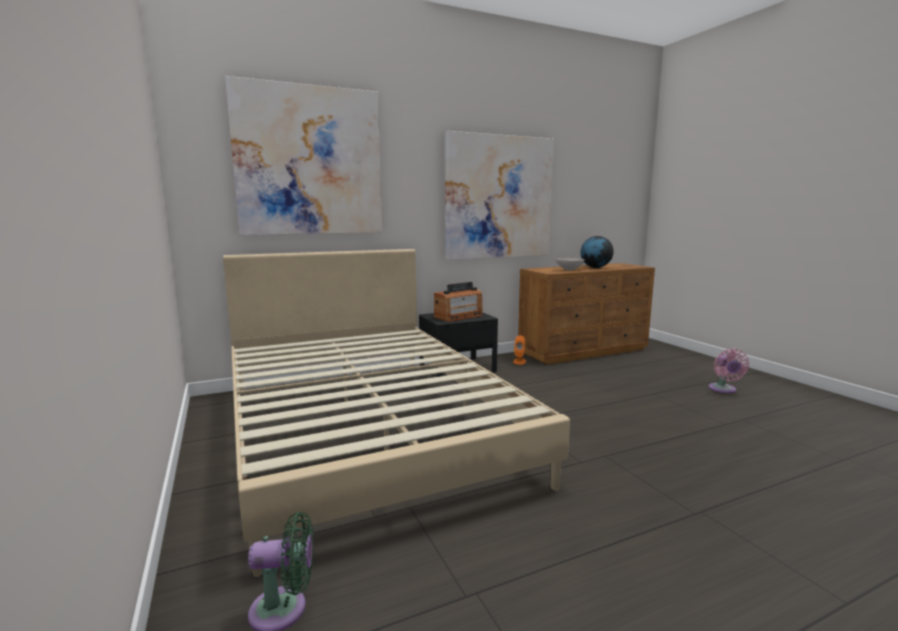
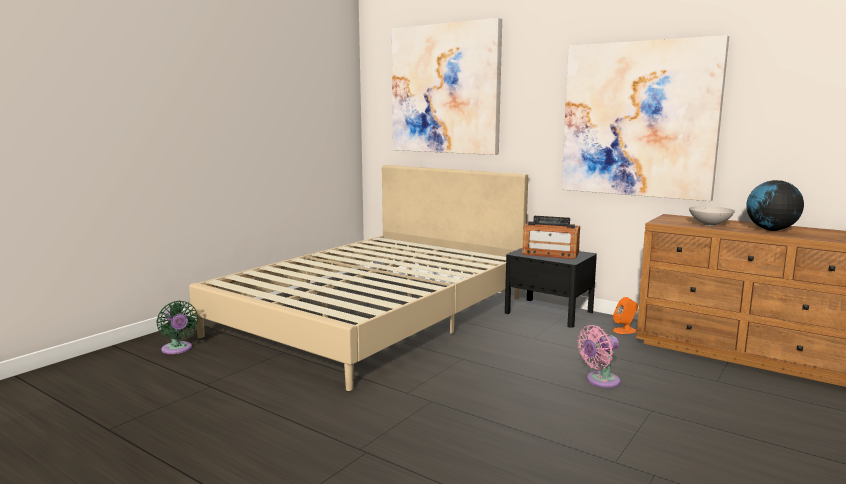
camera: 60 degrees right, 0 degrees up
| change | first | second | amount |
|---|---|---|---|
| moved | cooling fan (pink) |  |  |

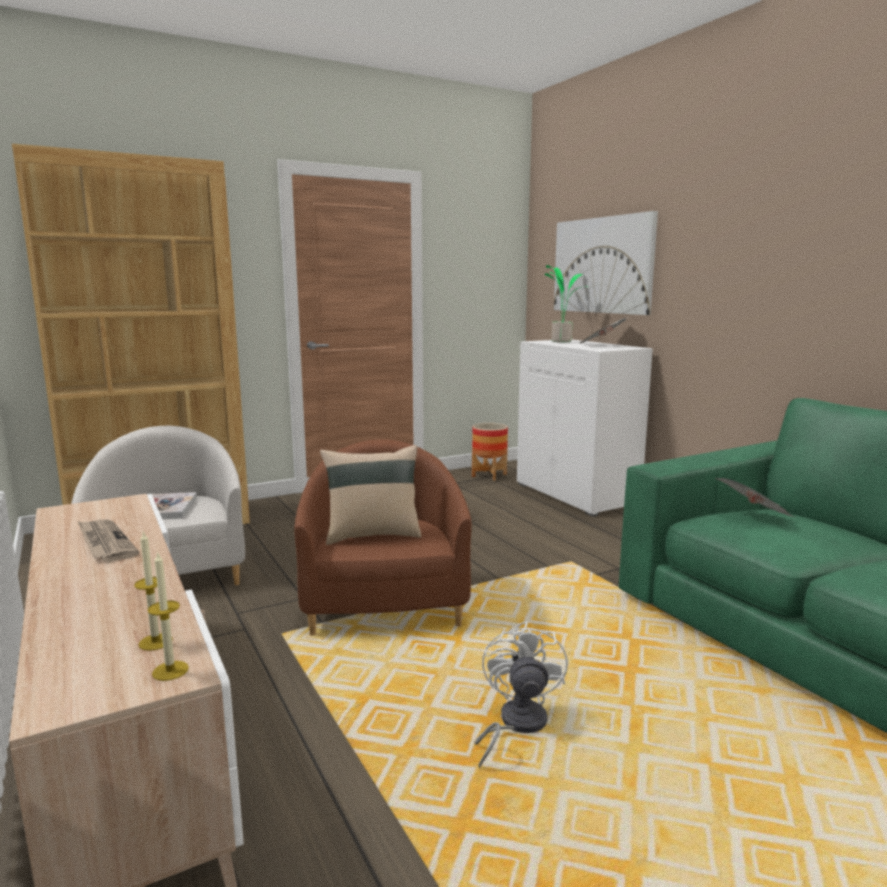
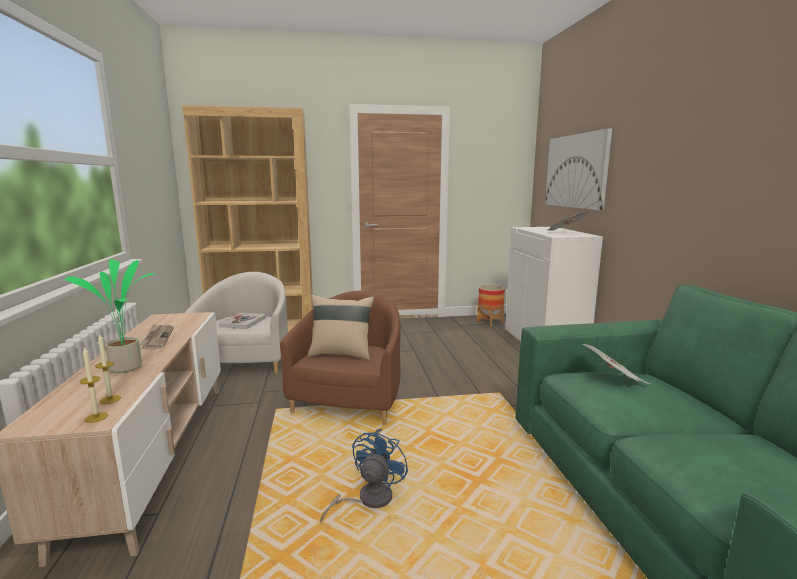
camera: 20 degrees right, 0 degrees up
| change | first | second | amount |
|---|---|---|---|
| recoloured | cooling fan (white) | cooling fan (blue) |  |
| moved | houseplant |  |  |

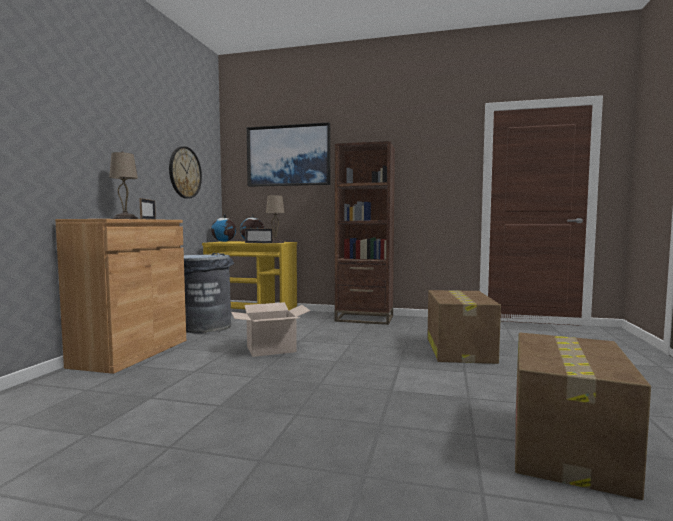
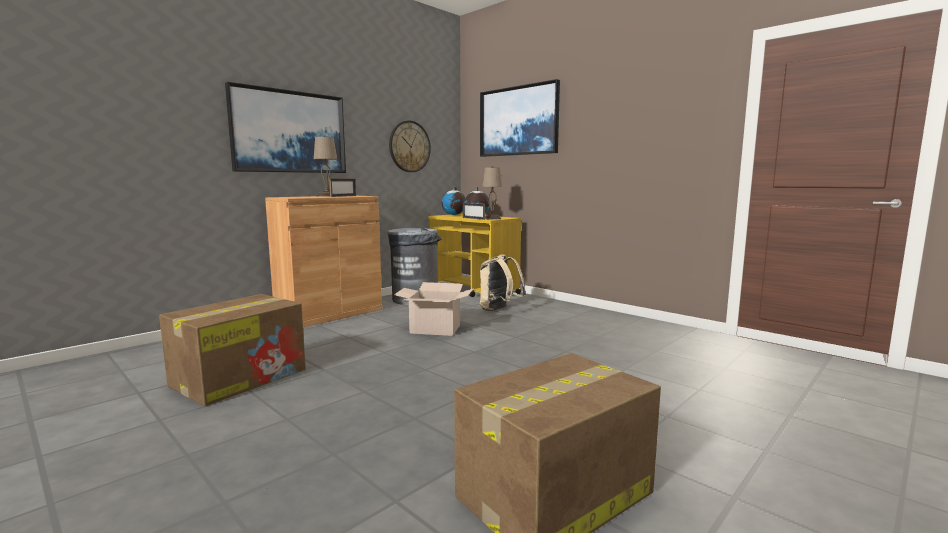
camera: 30 degrees right, 5 degrees up
| change | first | second | amount |
|---|---|---|---|
| removed | shelving unit (brown) |  |  |
| moved | cardboard box (2nd from left in the first image) | cardboard box (1st from left) |  |
| added |  | wall art (1st from left) |  |
| added |  | rucksack (beige-coloured) |  |

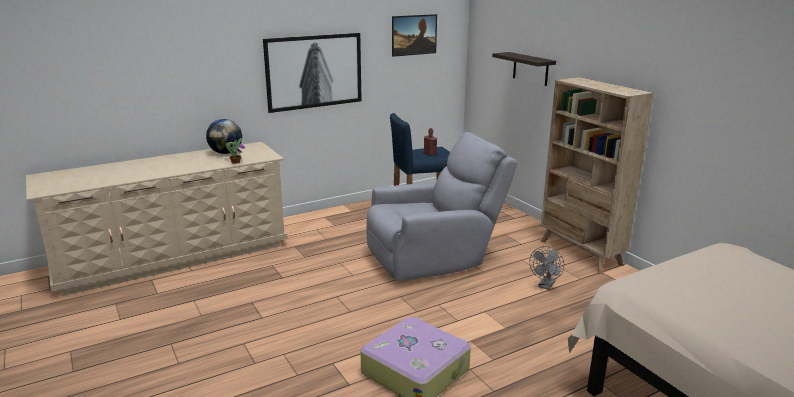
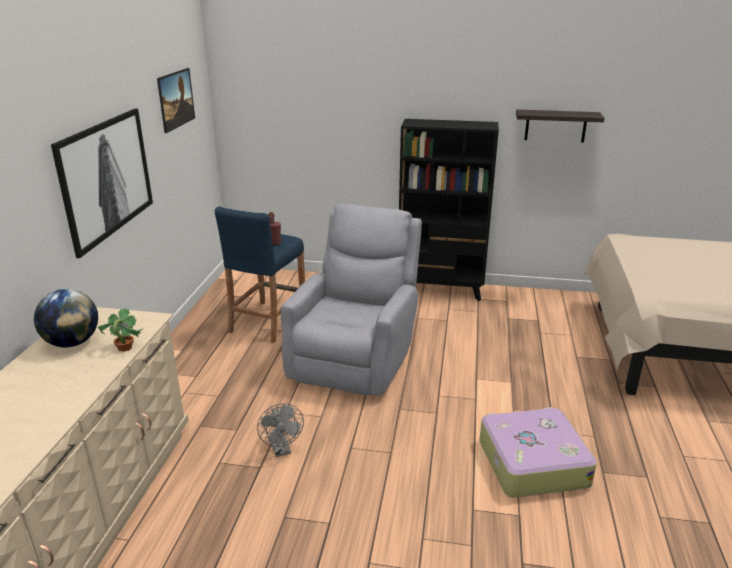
camera: 50 degrees left, 5 degrees up
| change | first | second | amount |
|---|---|---|---|
| moved | shelf |  |  |
| moved | cooling fan (gray) |  |  |
| recoloured | shelving unit (beige-coloured) | shelving unit (black) |  |

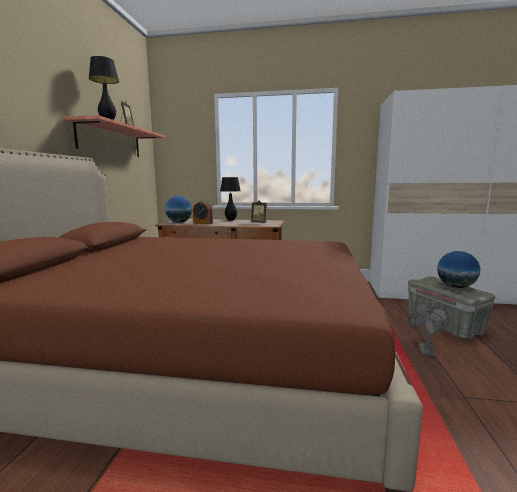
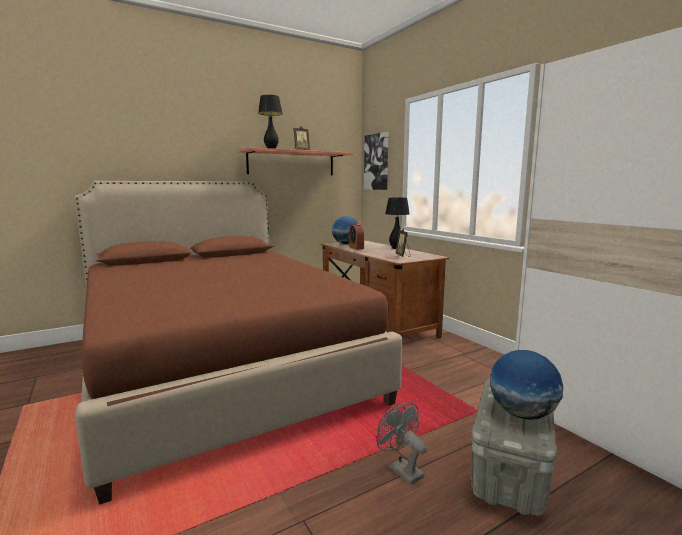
camera: 50 degrees right, 0 degrees up
| change | first | second | amount |
|---|---|---|---|
| turned | cooling fan (gray) |  | 105 degrees counterclockwise |
| added |  | wall art |  |

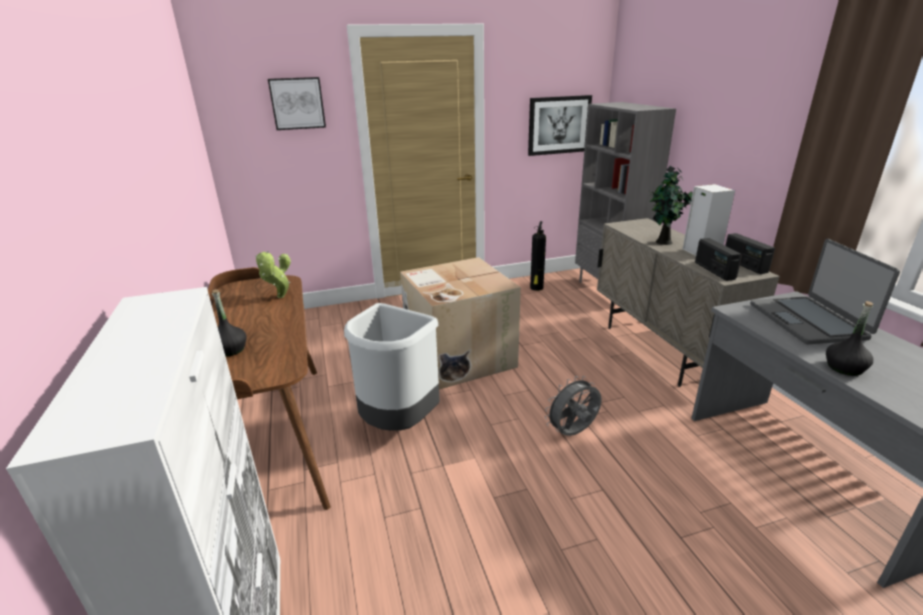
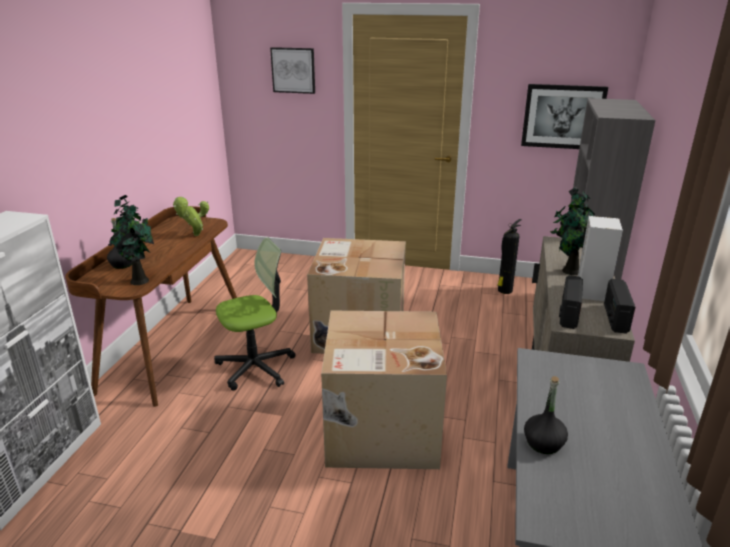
camera: 30 degrees right, 0 degrees up
| change | first | second | amount |
|---|---|---|---|
| replaced | waste bin (gray) | office chair |  |
| replaced | cooling fan (gray) | cardboard box (2nd from left) |  |
| removed | notebook computer |  |  |
| added |  | houseplant (1st from left) |  |

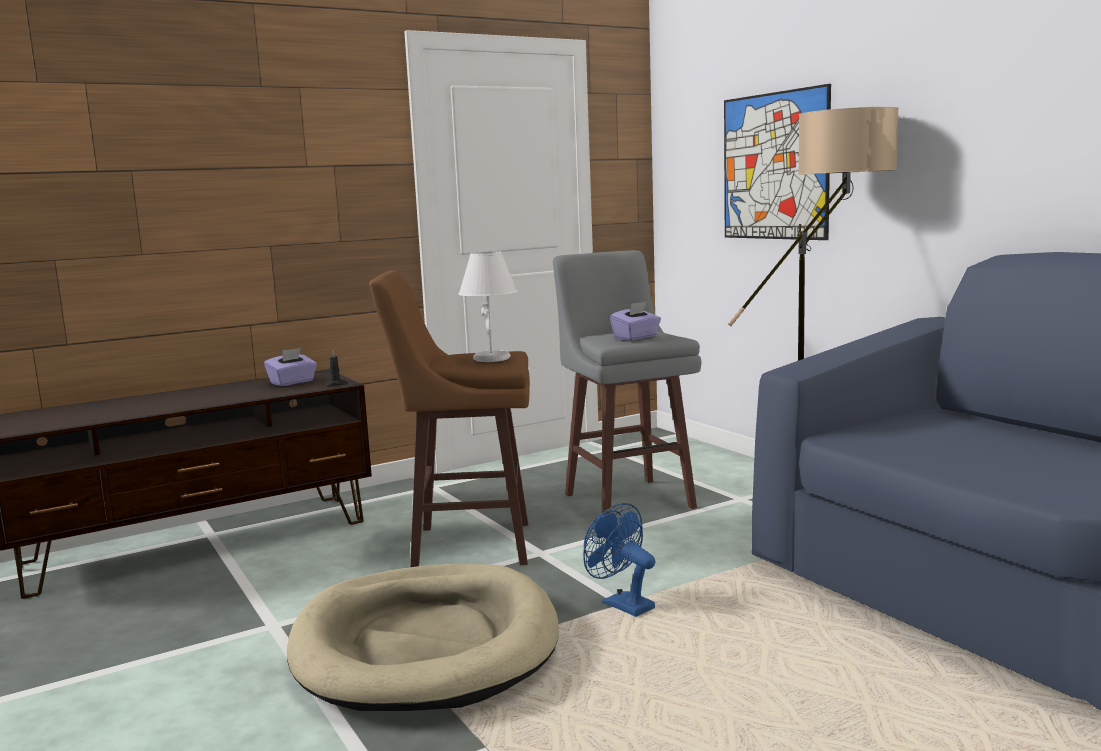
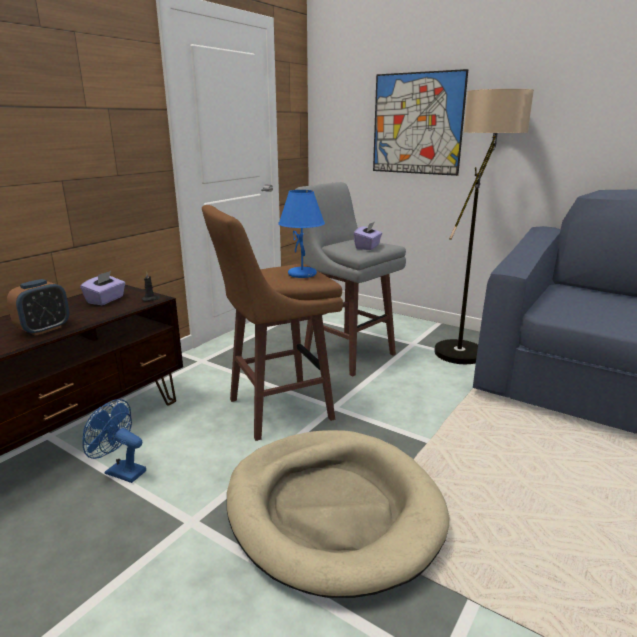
camera: 25 degrees left, 10 degrees up
| change | first | second | amount |
|---|---|---|---|
| recoloured | tabletop lamp (white) | tabletop lamp (blue) |  |
| moved | cooling fan (blue) |  |  |
| added |  | table clock |  |

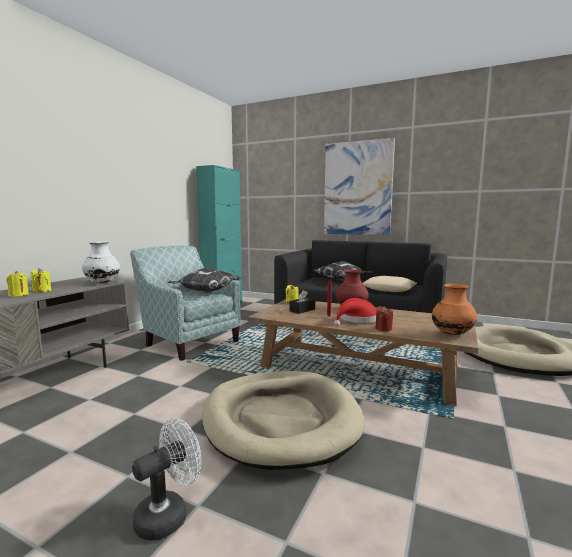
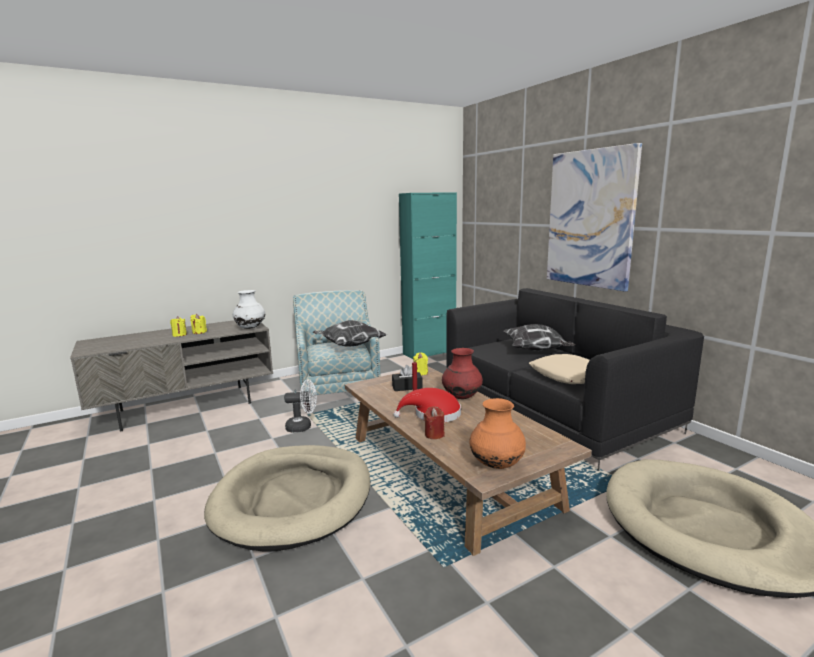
camera: 35 degrees right, 5 degrees up
| change | first | second | amount |
|---|---|---|---|
| moved | cooling fan (white) |  |  |

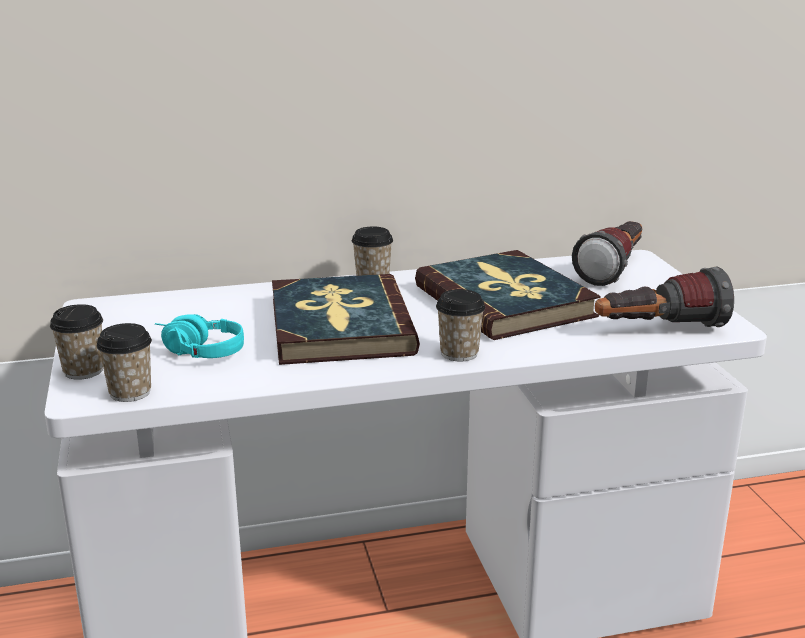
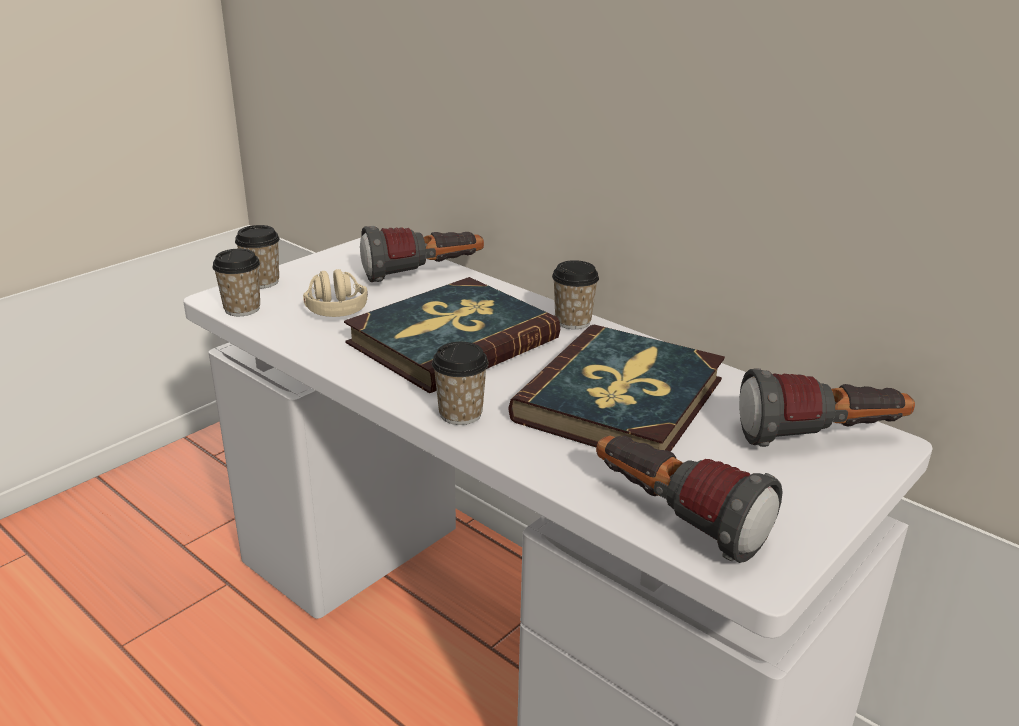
camera: 55 degrees right, 5 degrees up
| change | first | second | amount |
|---|---|---|---|
| recoloured | pair of headphones (blue-green) | pair of headphones (beige-coloured) |  |
| added |  | torch (1st from left) |  |

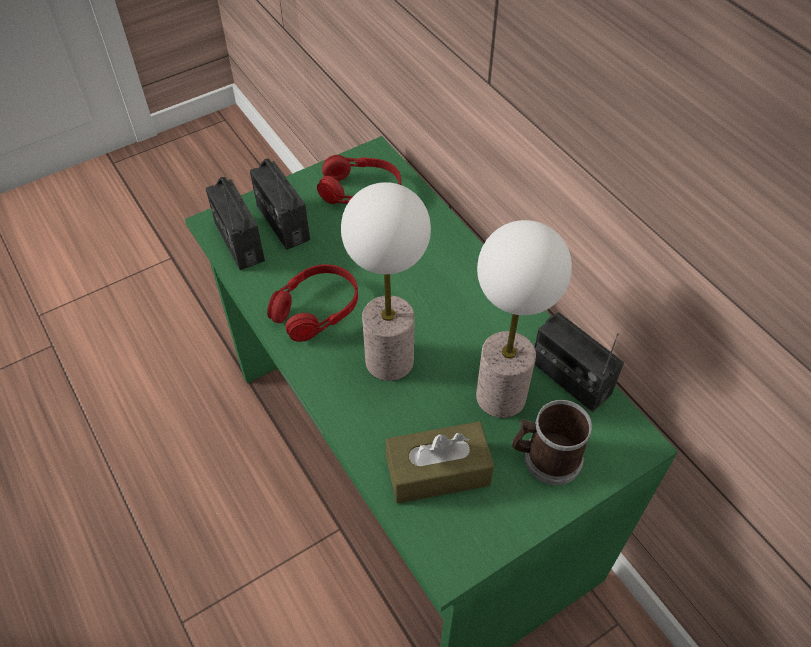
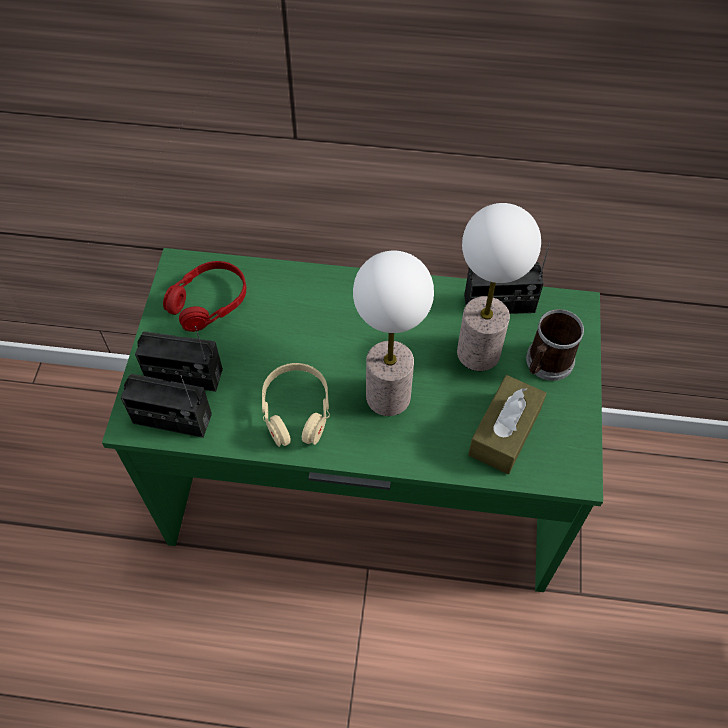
camera: 50 degrees left, 5 degrees up
| change | first | second | amount |
|---|---|---|---|
| recoloured | pair of headphones (reddish) (1st from left) | pair of headphones (beige-coloured) |  |

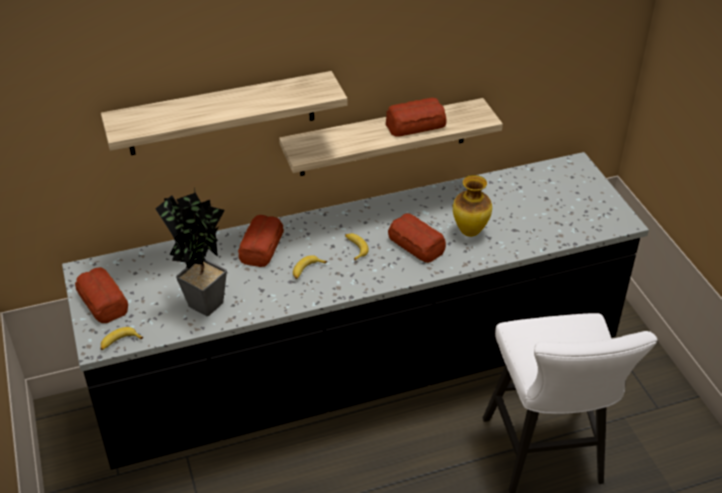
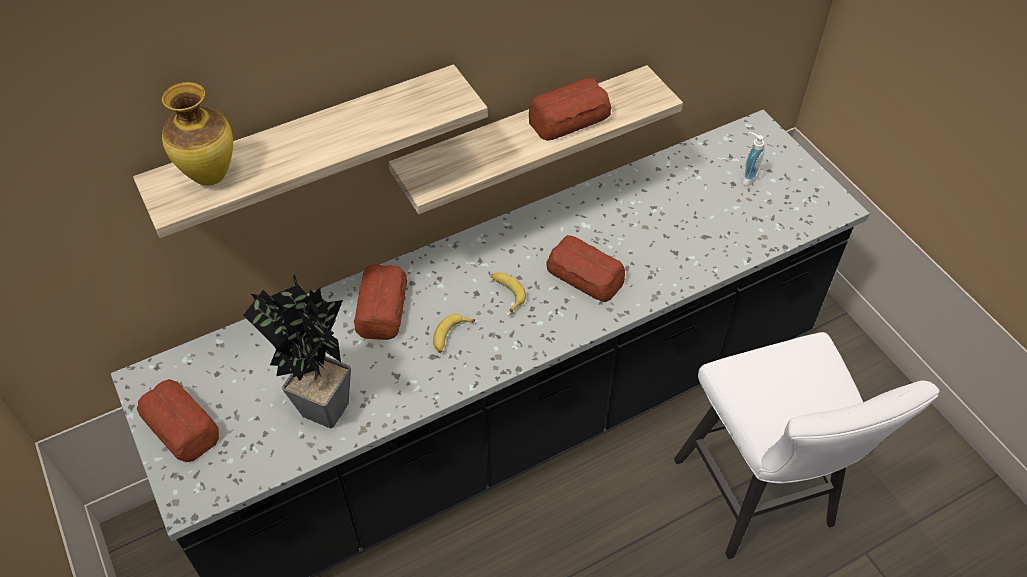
camera: 10 degrees left, 10 degrees up
| change | first | second | amount |
|---|---|---|---|
| removed | banana fruit (1st from left) |  |  |
| moved | decorative vase |  |  |
| added |  | soap bottle |  |

